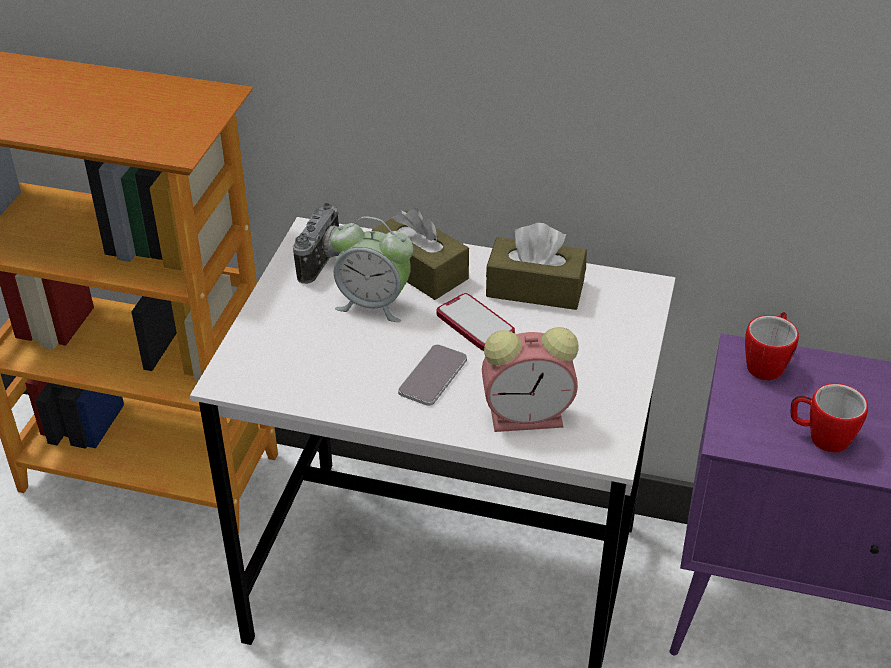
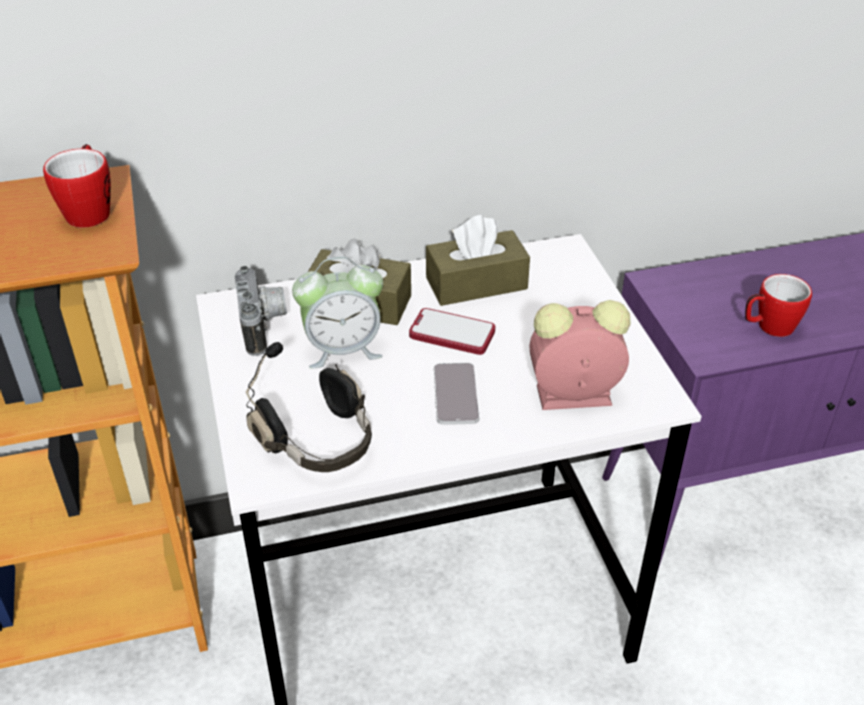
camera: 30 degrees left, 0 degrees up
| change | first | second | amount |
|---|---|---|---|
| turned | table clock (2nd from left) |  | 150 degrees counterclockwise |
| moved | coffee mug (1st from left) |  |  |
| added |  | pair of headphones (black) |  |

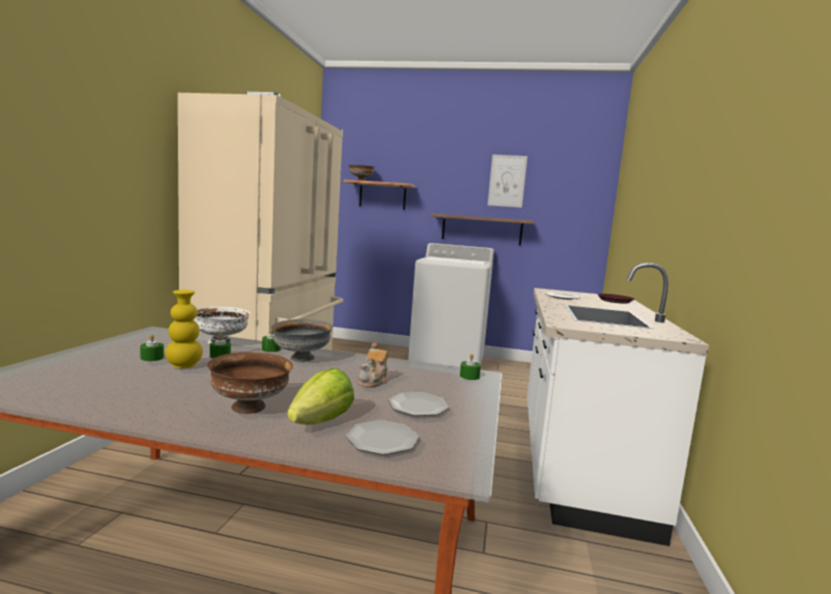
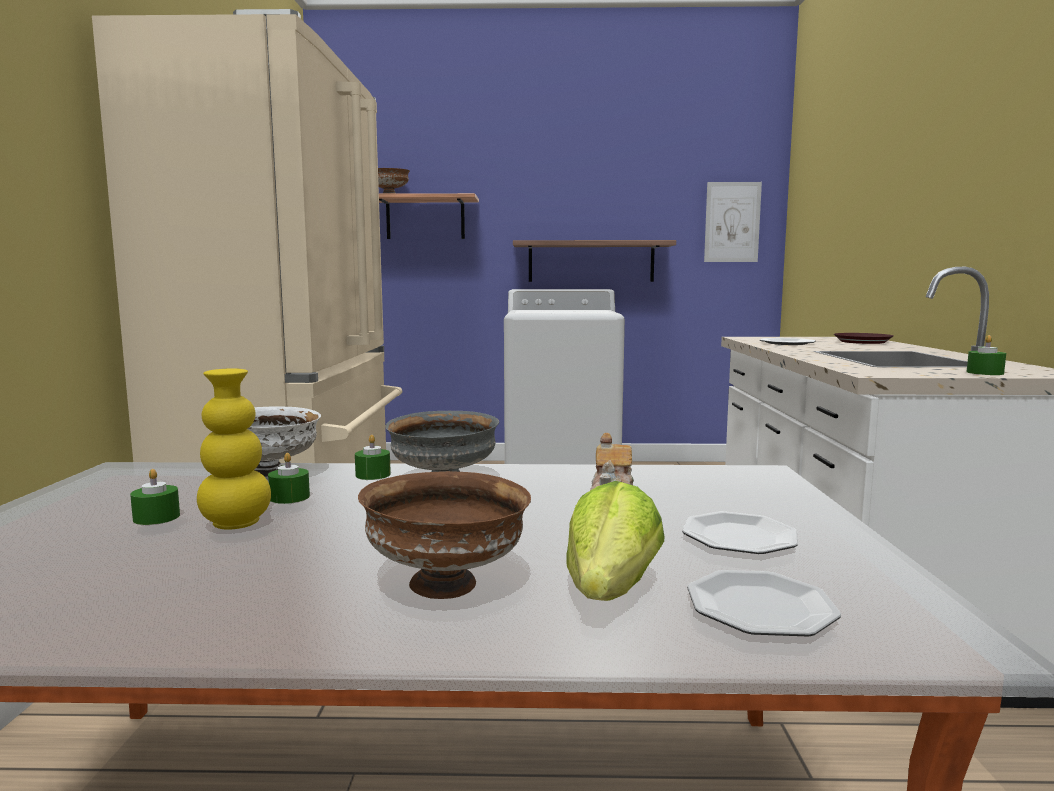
camera: 10 degrees left, 0 degrees up
| change | first | second | amount |
|---|---|---|---|
| moved | wax light (green) (4th from left) |  |  |
| moved | wall art |  |  |

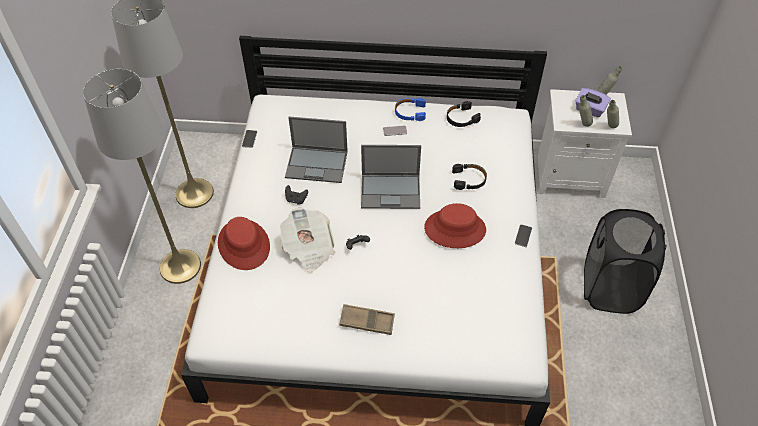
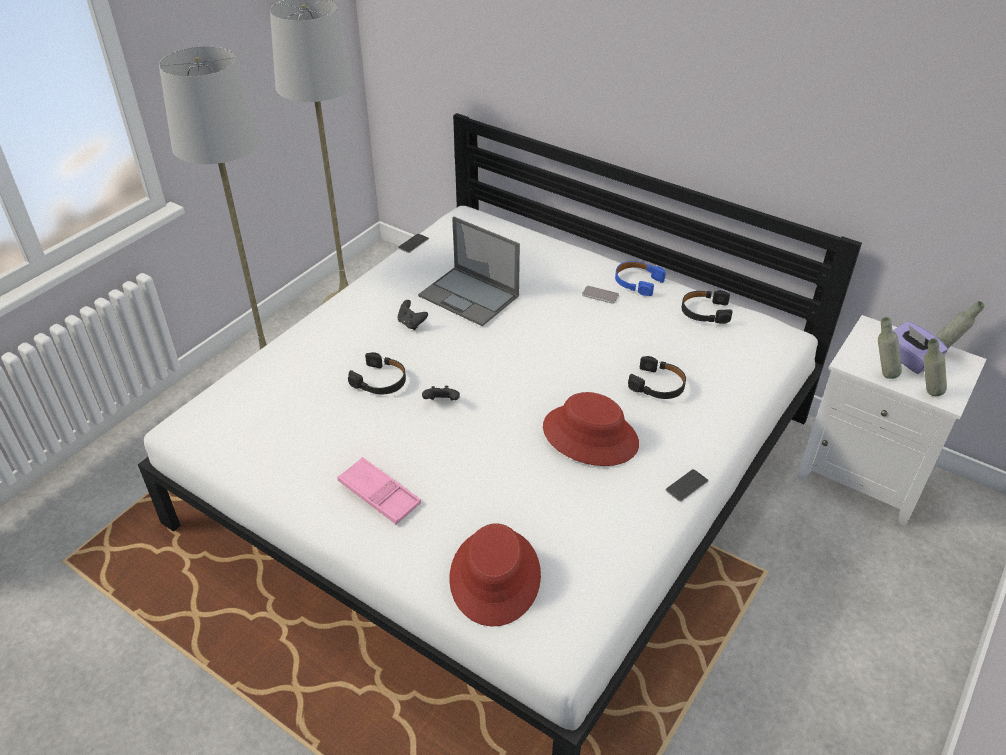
camera: 30 degrees right, 10 degrees down
| change | first | second | amount |
|---|---|---|---|
| moved | clothing hat (reddish) (1st from left) |  |  |
| replaced | printed paper | pair of headphones (black) (1st from left) |  |
| recoloured | serving tray (brown) | serving tray (pink) |  |
| removed | notebook computer (2nd from left) |  |  |
| removed | washing basket (black) |  |  |

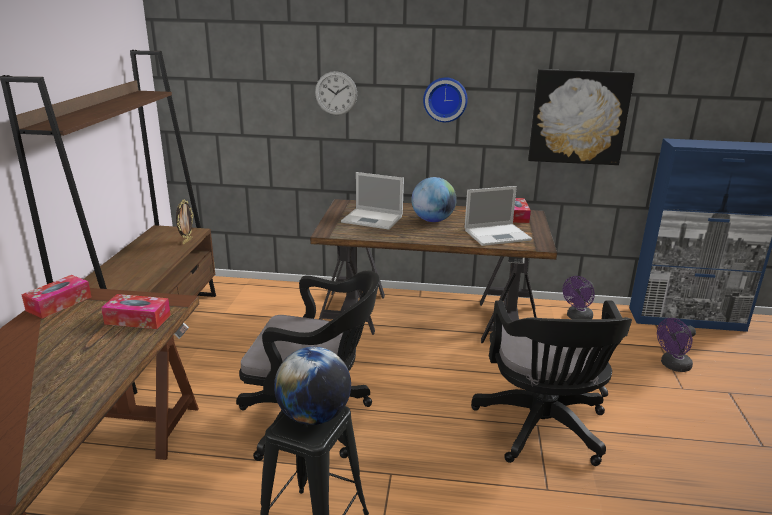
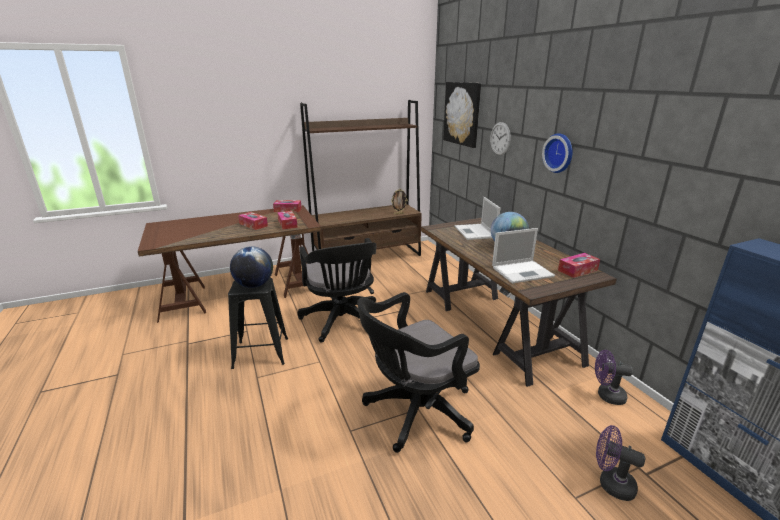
camera: 60 degrees right, 0 degrees up
| change | first | second | amount |
|---|---|---|---|
| turned | notebook computer (2nd from left) |  | 60 degrees counterclockwise |
| moved | wall art |  |  |
| added |  | tissue holder (1st from left) |  |

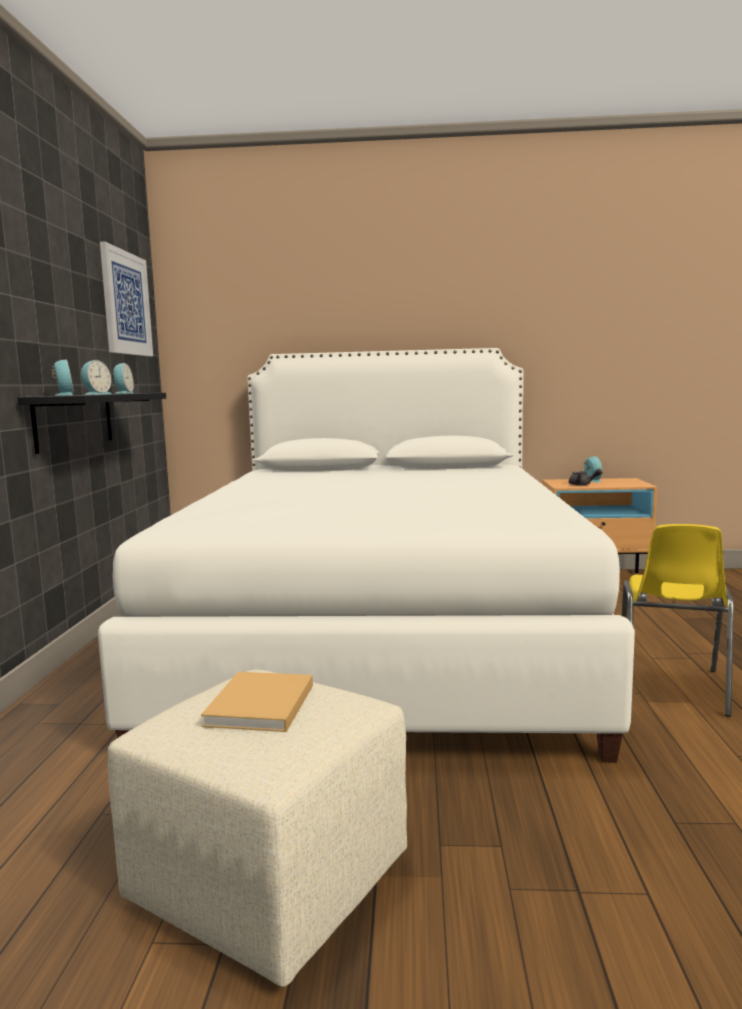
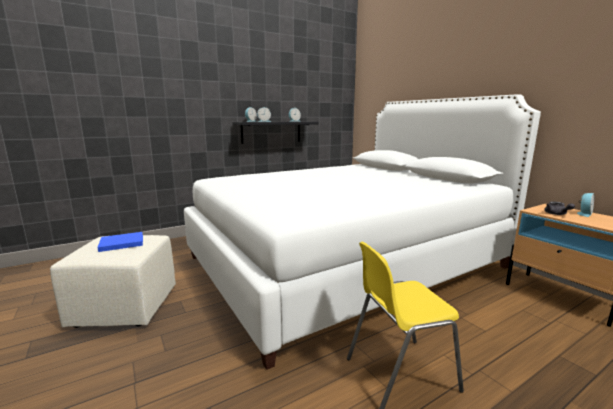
camera: 55 degrees right, 5 degrees up
| change | first | second | amount |
|---|---|---|---|
| removed | wall art |  |  |
| recoloured | bound book (beige-coloured) | bound book (blue) |  |

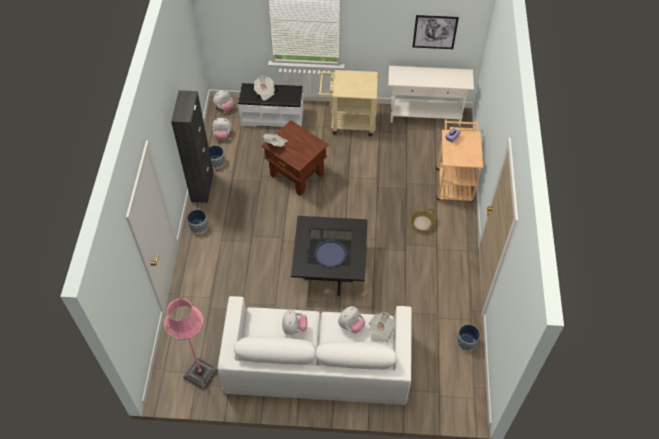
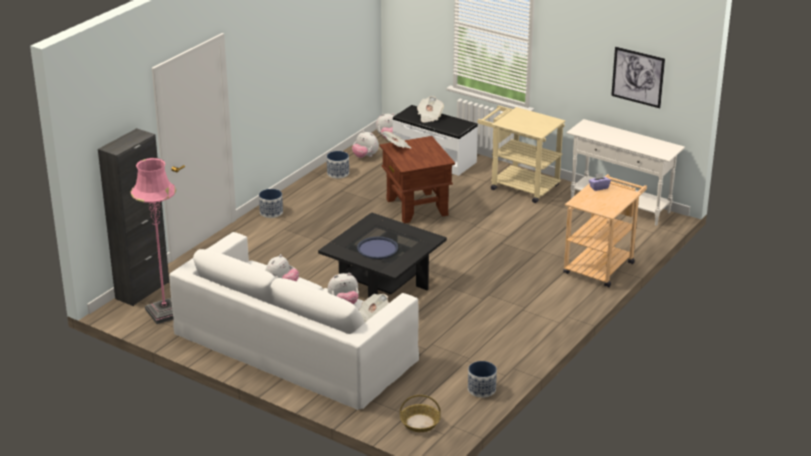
camera: 30 degrees right, 25 degrees down
| change | first | second | amount |
|---|---|---|---|
| moved | cupboard (black) |  |  |
| moved | basket |  |  |

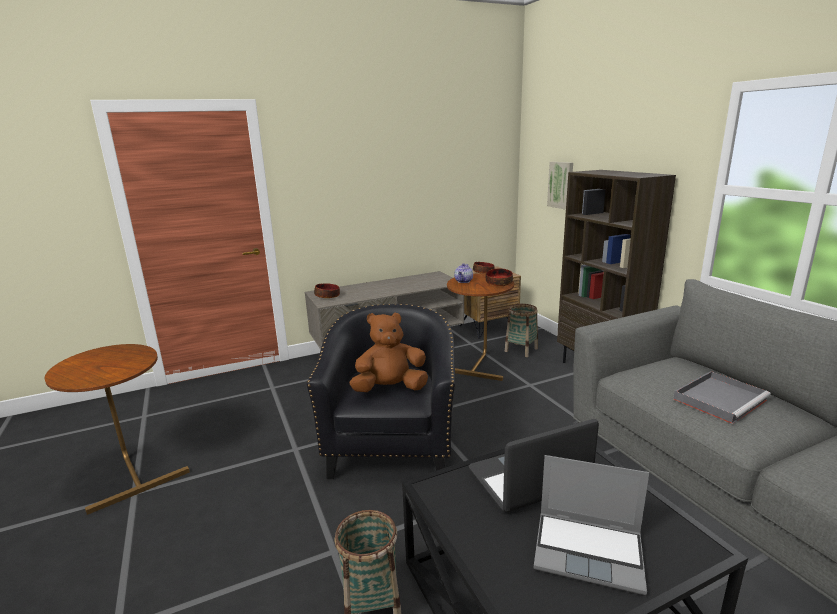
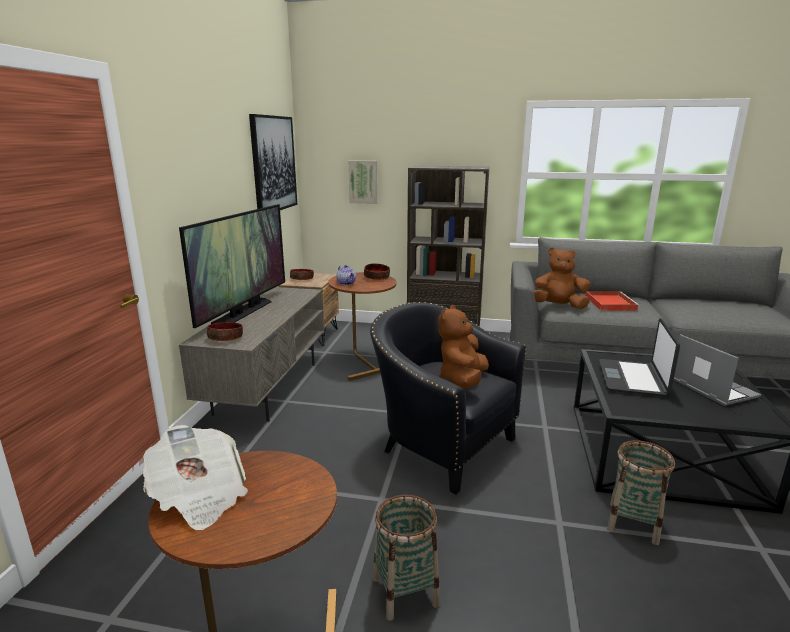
camera: 55 degrees left, 0 degrees up
| change | first | second | amount |
|---|---|---|---|
| moved | basket (2nd from left in the first image) | basket (1st from left) |  |
| turned | notebook computer (2nd from left) |  | 75 degrees counterclockwise |
| recoloured | serving tray (gray) | serving tray (reddish) |  |
| added |  | printed paper |  |
| added |  | television |  |
| added |  | wall art (1st from left) |  |
| added |  | cuddly toy (brown) (2nd from left) |  |

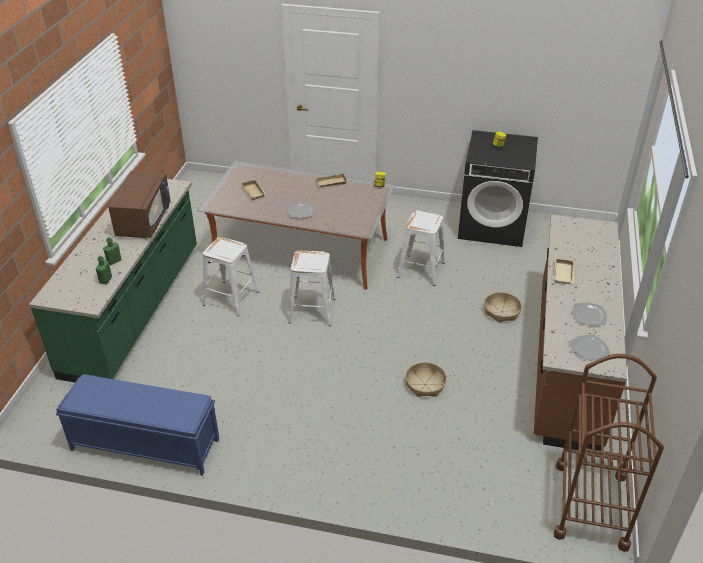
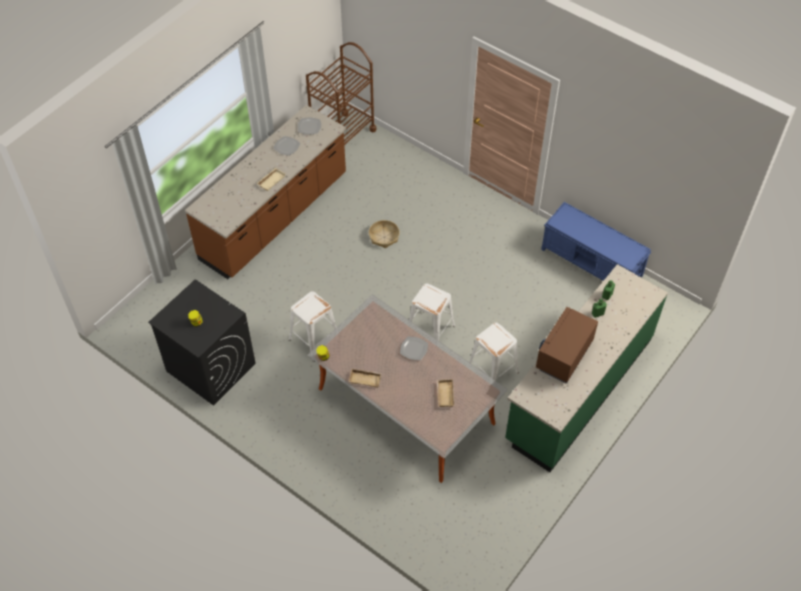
camera: 155 degrees left, 15 degrees up
| change | first | second | amount |
|---|---|---|---|
| removed | basket (2nd from left) |  |  |

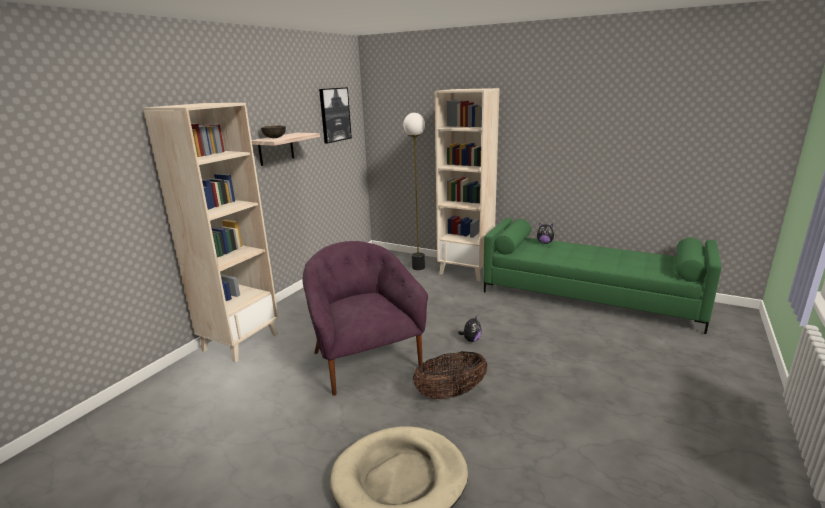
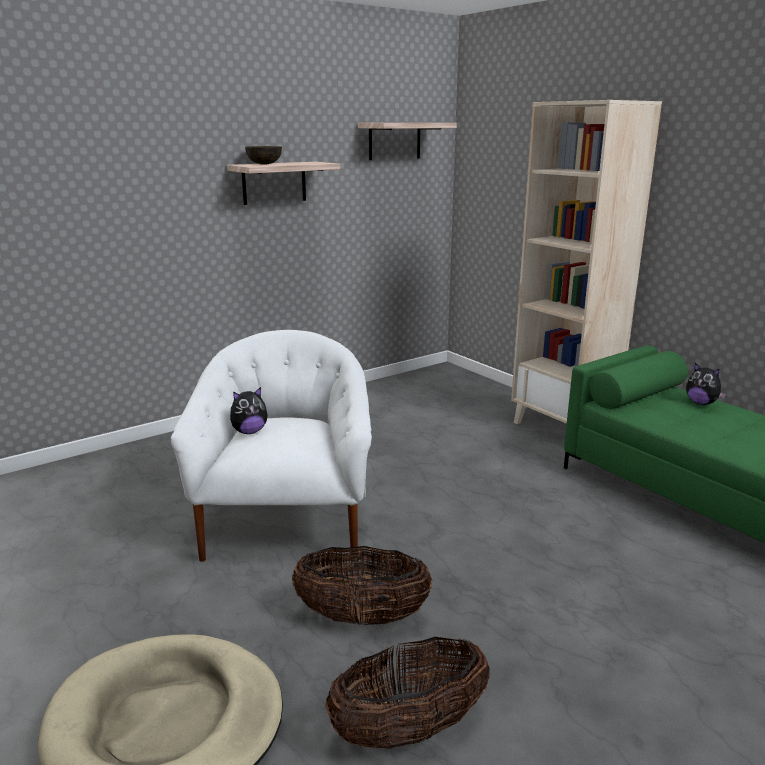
camera: 25 degrees right, 0 degrees up
| change | first | second | amount |
|---|---|---|---|
| removed | shelving unit (beige-coloured) (1st from left) |  |  |
| recoloured | lounge chair (purplish) | lounge chair (white) |  |
| replaced | wall art | shelf (2nd from left) |  |
| removed | standing lamp |  |  |
| moved | cuddly toy (1st from left) |  |  |
| added |  | basket (2nd from left) |  |

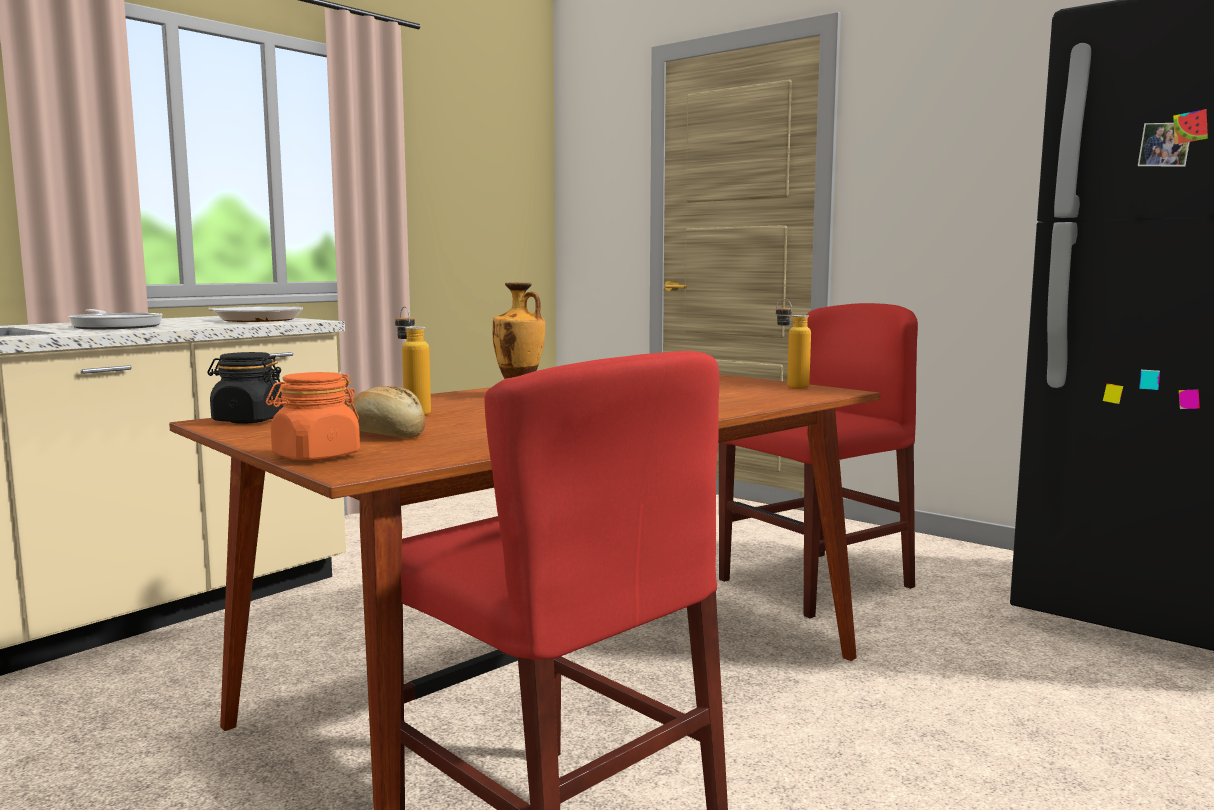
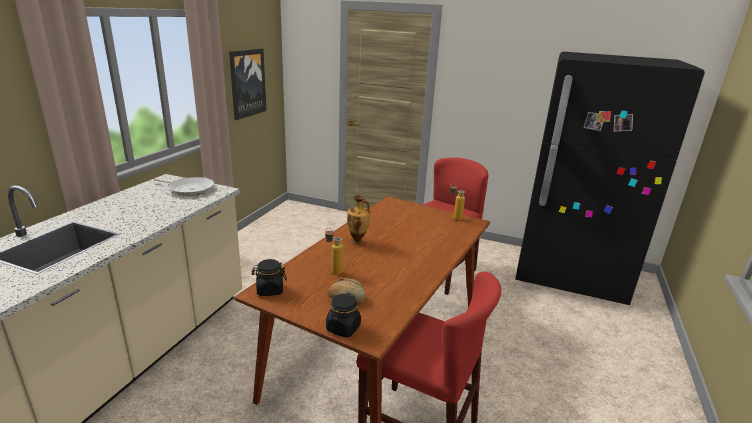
camera: 20 degrees left, 15 degrees up
| change | first | second | amount |
|---|---|---|---|
| removed | skillet (1st from left) |  |  |
| recoloured | jar (orange) | jar (black) (2nd from left) |  |
| added |  | wall art |  |

